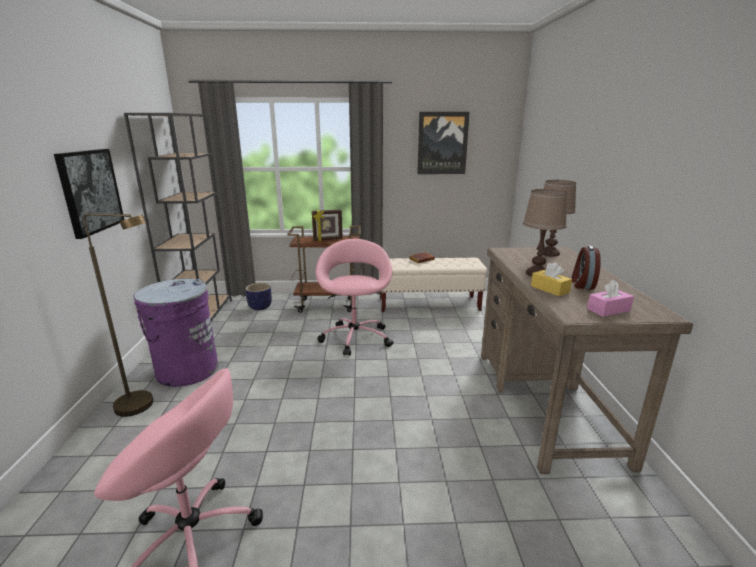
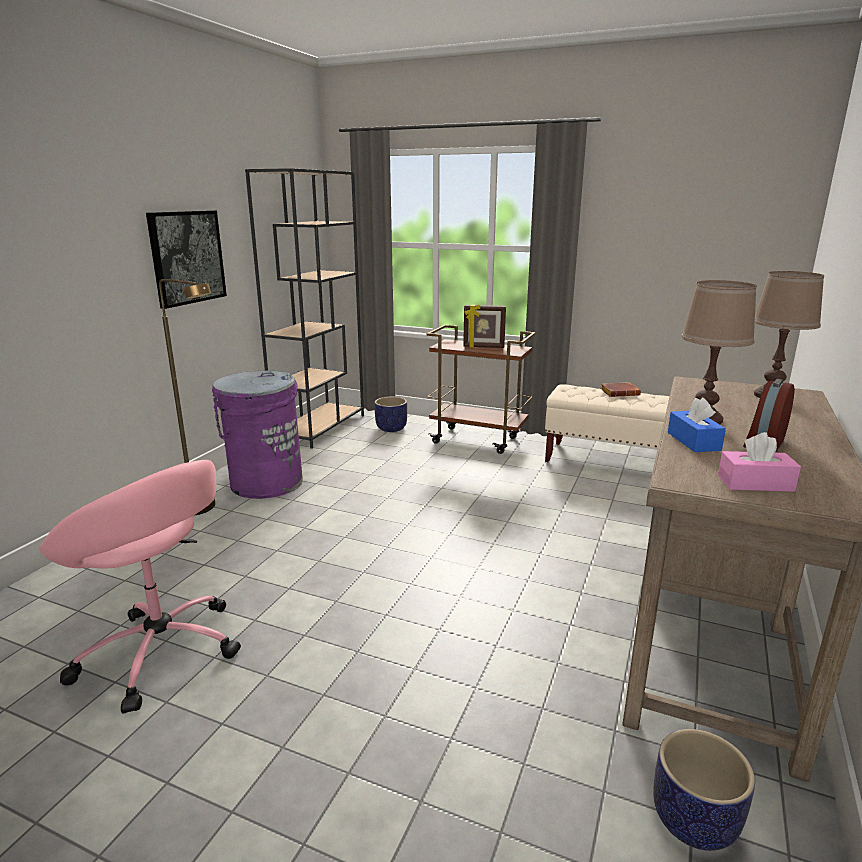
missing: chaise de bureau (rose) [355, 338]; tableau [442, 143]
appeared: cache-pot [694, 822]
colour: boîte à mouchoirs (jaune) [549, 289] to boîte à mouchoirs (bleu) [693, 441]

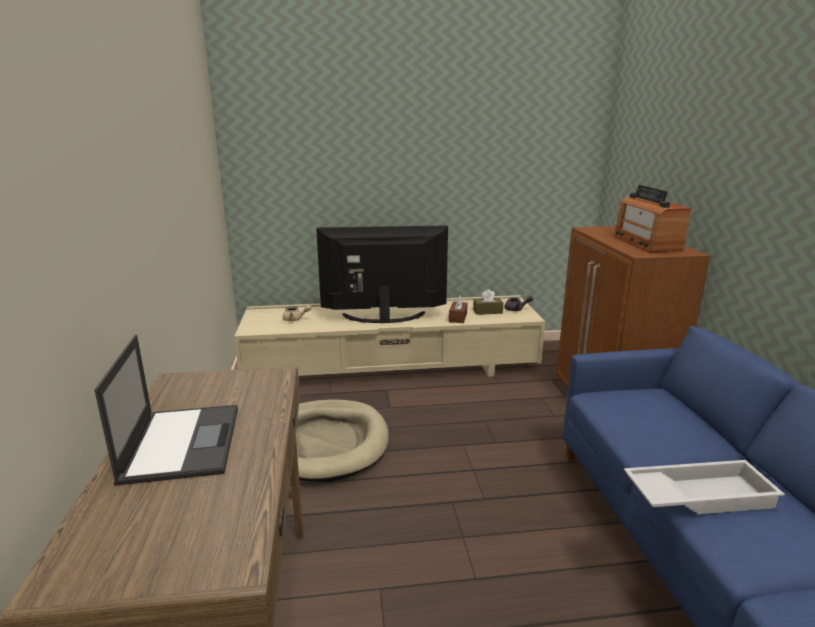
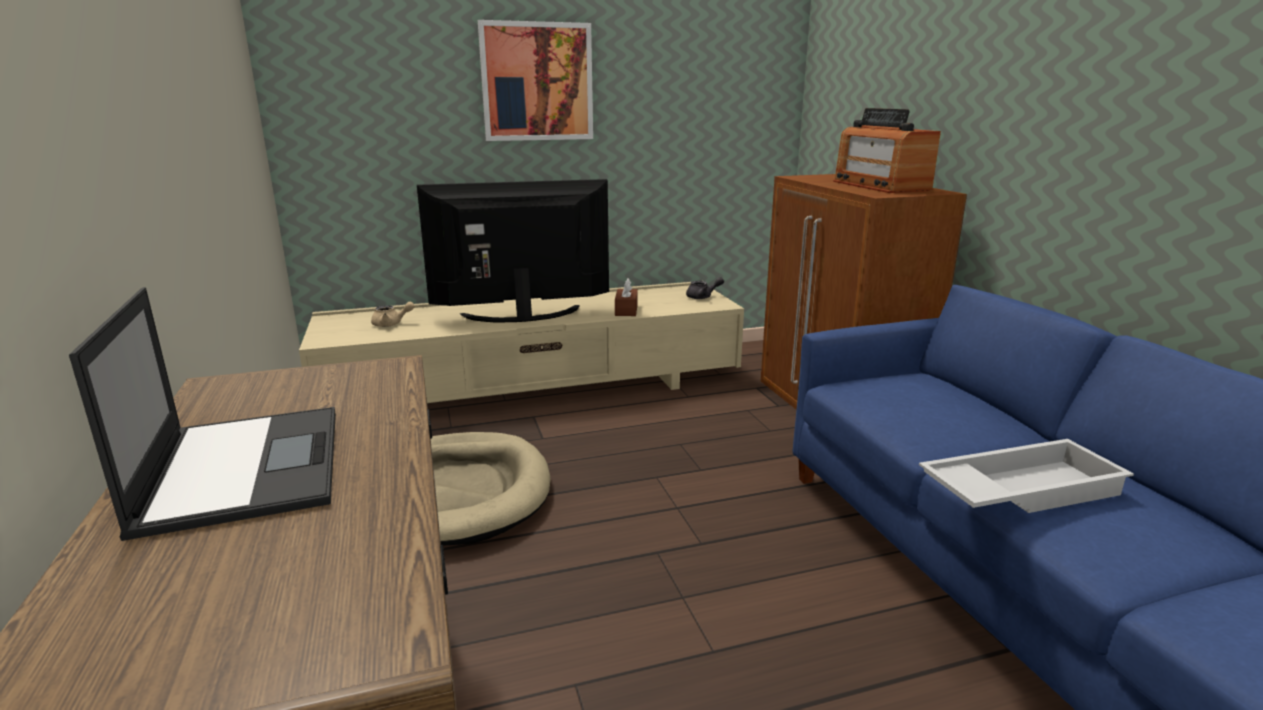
missing: boîte à mouchoirs (marron) [487, 311]
appeared: tableau [537, 82]

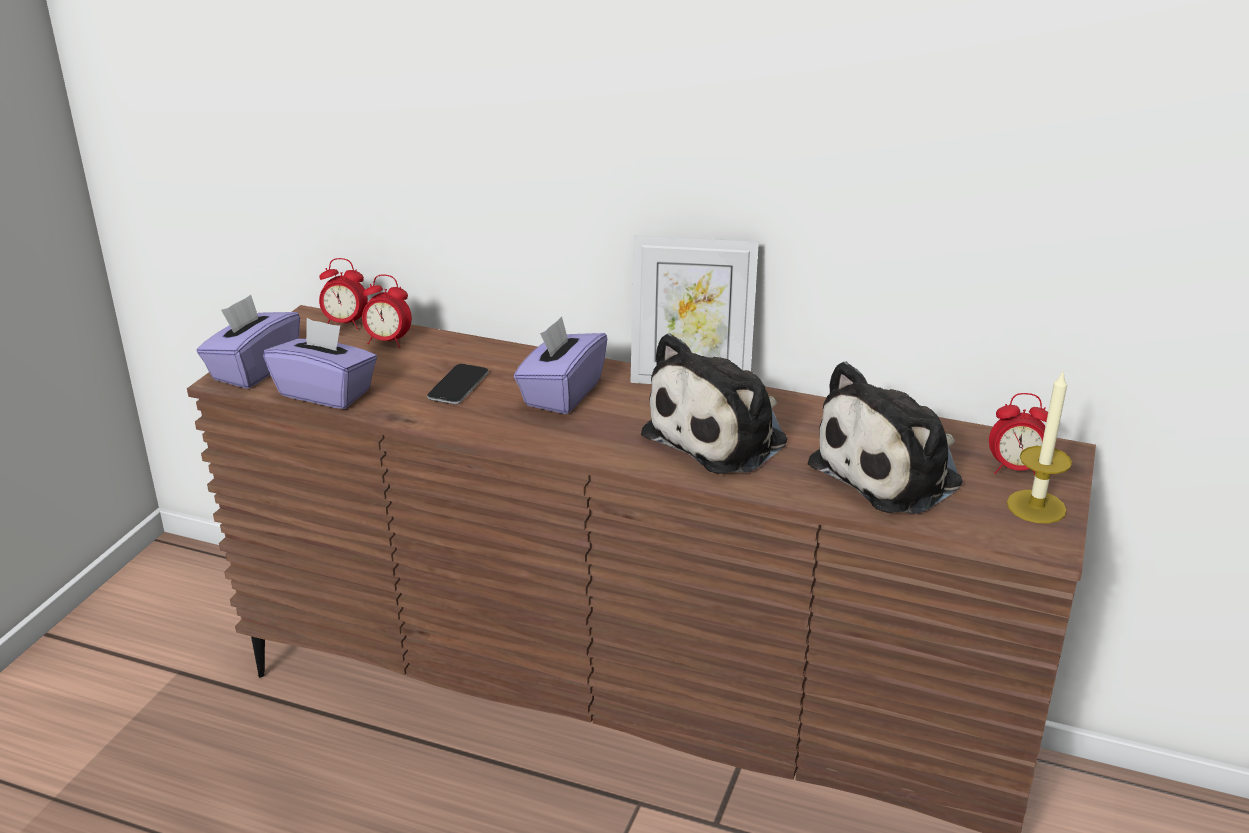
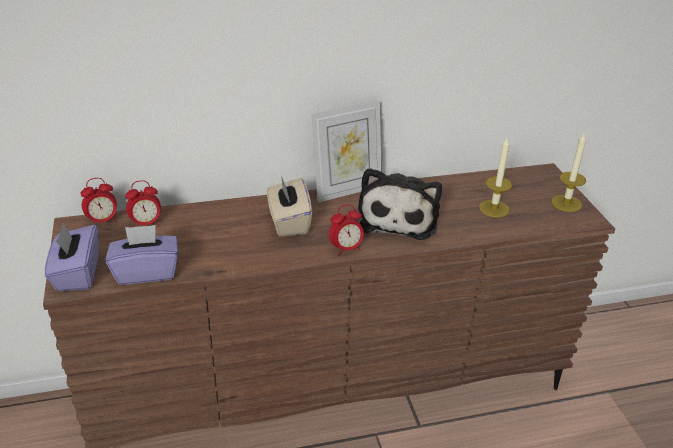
missing: téléphone [458, 386]
relocated: réveil [1014, 470] to [346, 249]
exchanged: peluche [893, 473] to bougie [494, 208]
colour: boîte à mouchoirs (violet) [561, 393] to boîte à mouchoirs (beige) [289, 222]

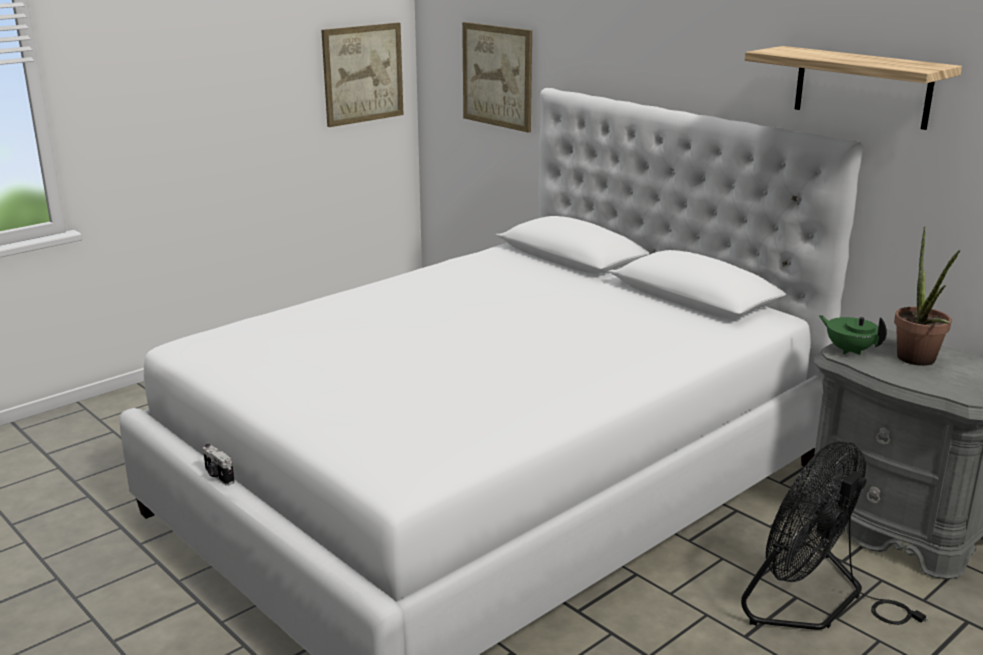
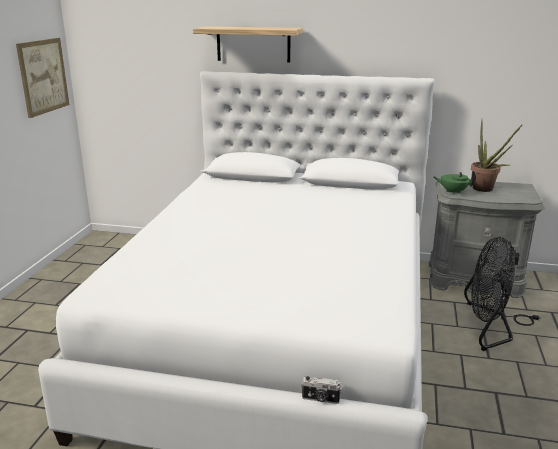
missing: tableau [497, 76]
relocated: appareil photo [218, 476] to [320, 399]; étagère [862, 87] to [253, 44]

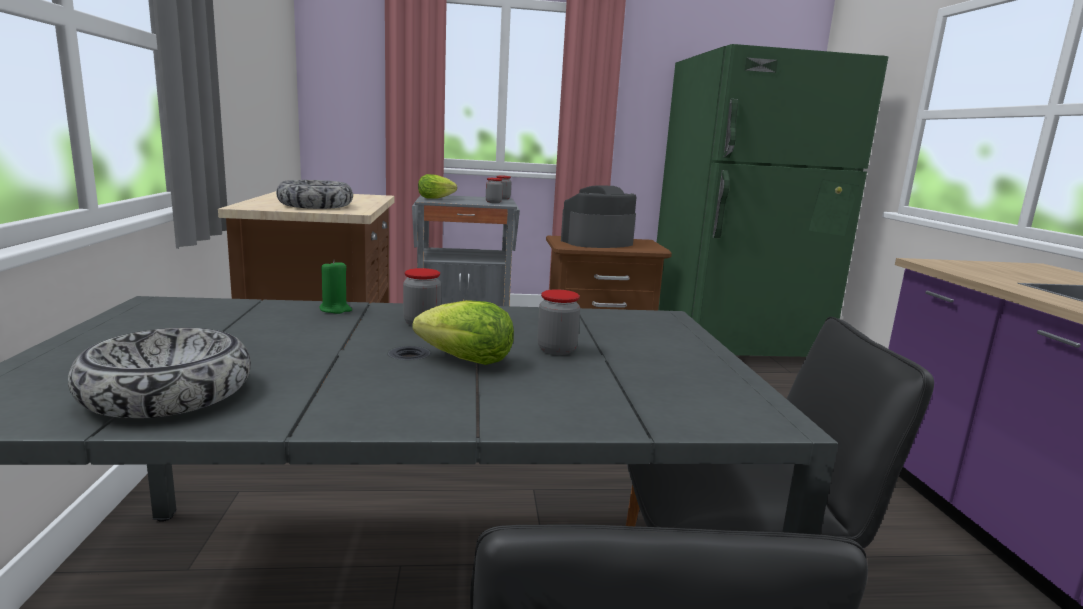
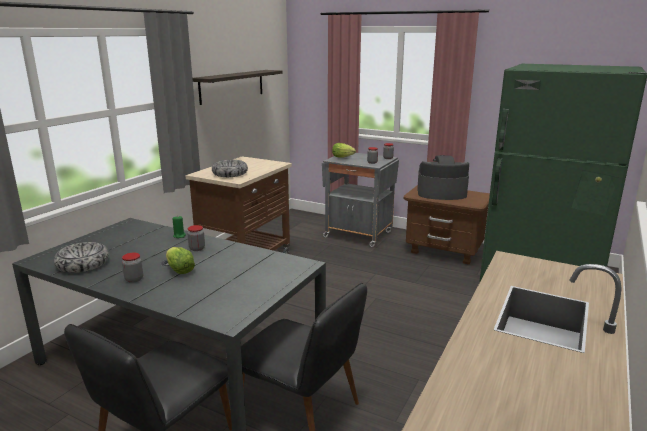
appeared: étagère [232, 86]
relocated: bocal [556, 350] to [134, 279]

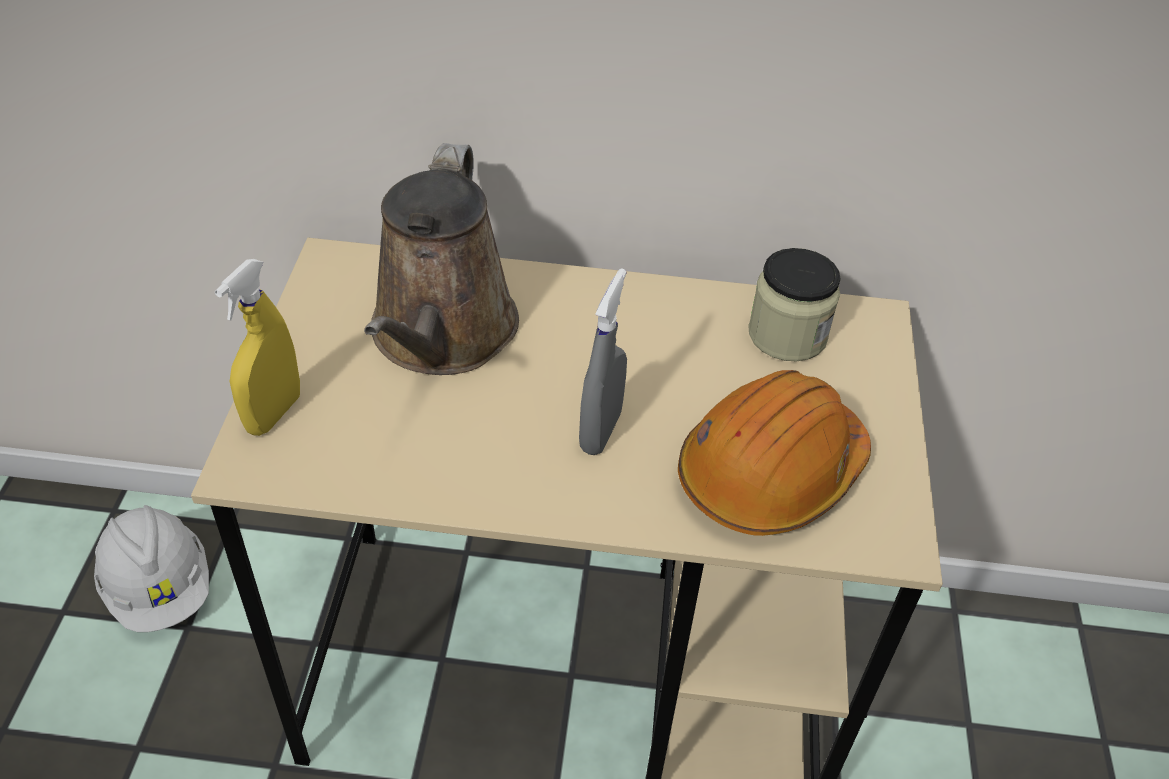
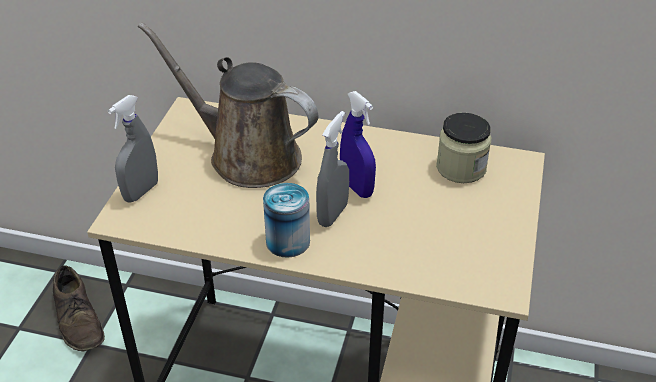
missing: casque de chantier (orange) [770, 473]
appeared: boîte métallique [288, 241]; vaporisateur (bleu) [356, 187]
exchanged: casque de chantier (blanc) [159, 587] to chaussure (marron) [78, 319]
colour: vaporisateur (jaune) [273, 414] to vaporisateur (gris) [141, 191]
spun: arrosoir (marron) [441, 336] = [247, 155] 105 degrees clockwise

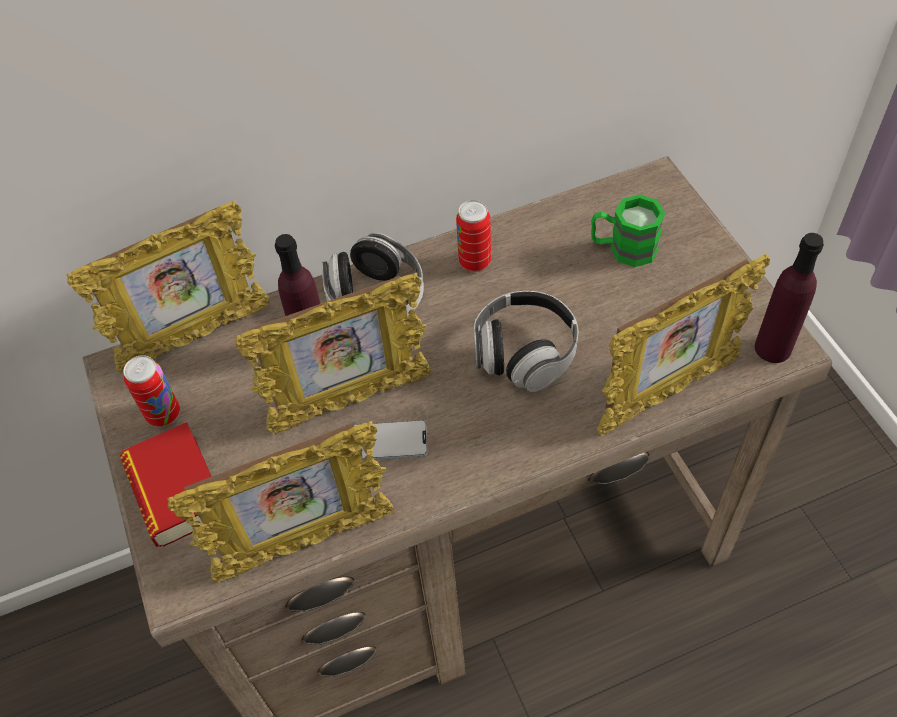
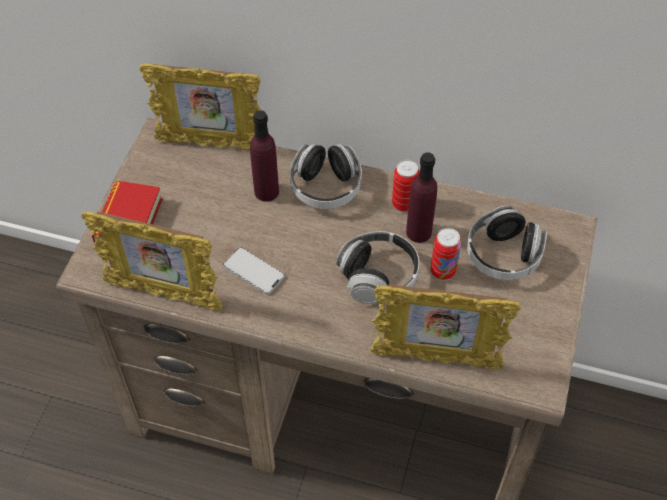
missing: cadre photo [350, 402]
relocated: boîte métallique [163, 414] to [442, 271]; bouteille (violet) [772, 348] to [418, 232]
exchanged: mug (vert) [623, 248] to casque audio [503, 256]

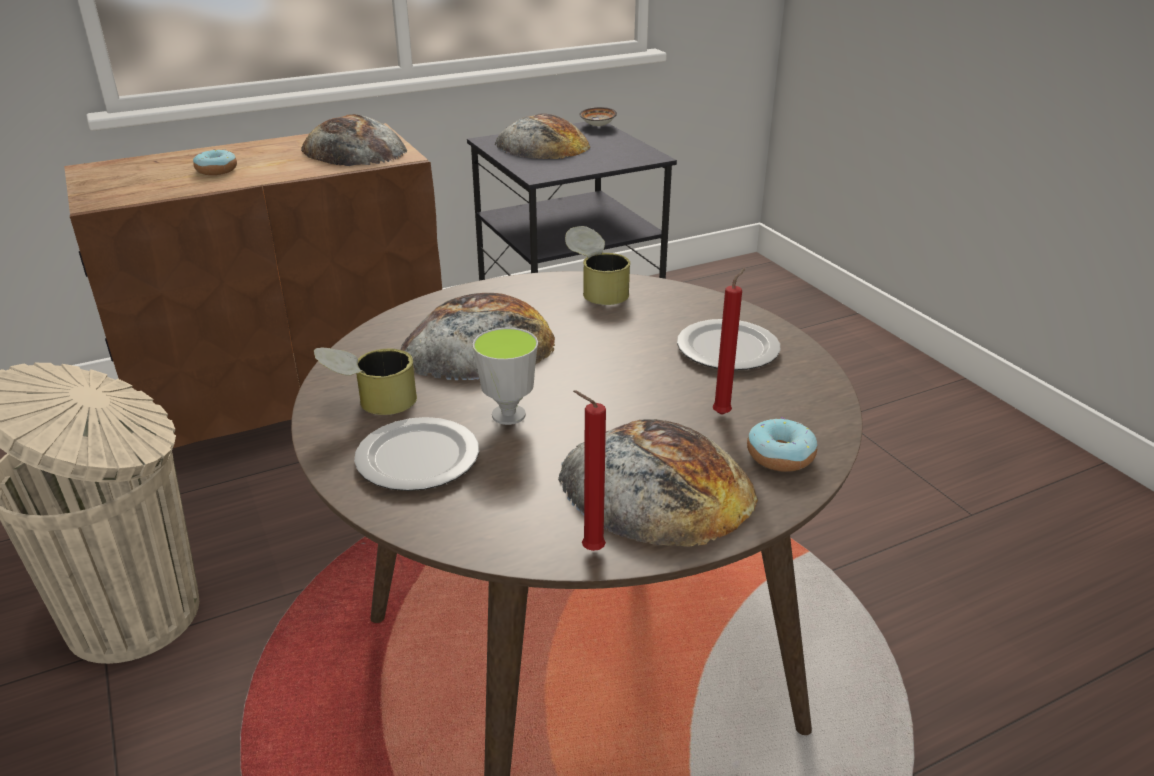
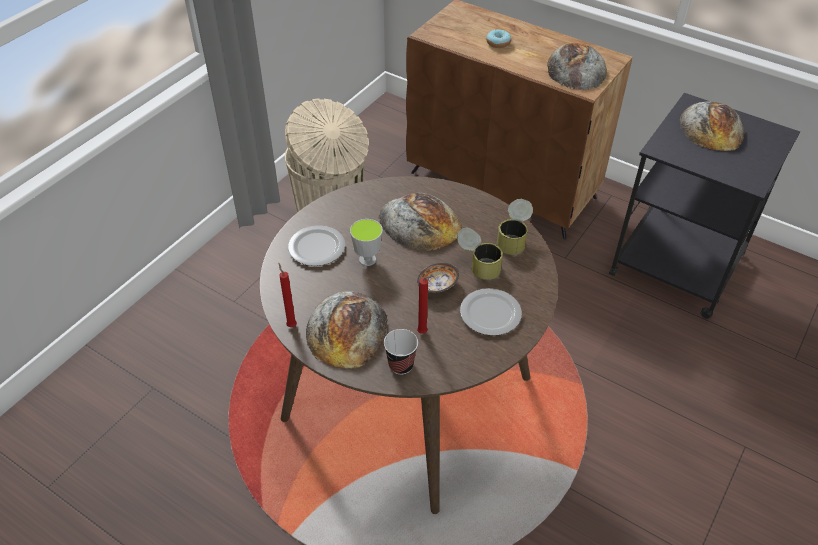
relocated: boîte métallique [370, 403] to [478, 265]; bol [598, 126] to [437, 286]
exchanged: beignet [780, 456] to tasse [401, 365]

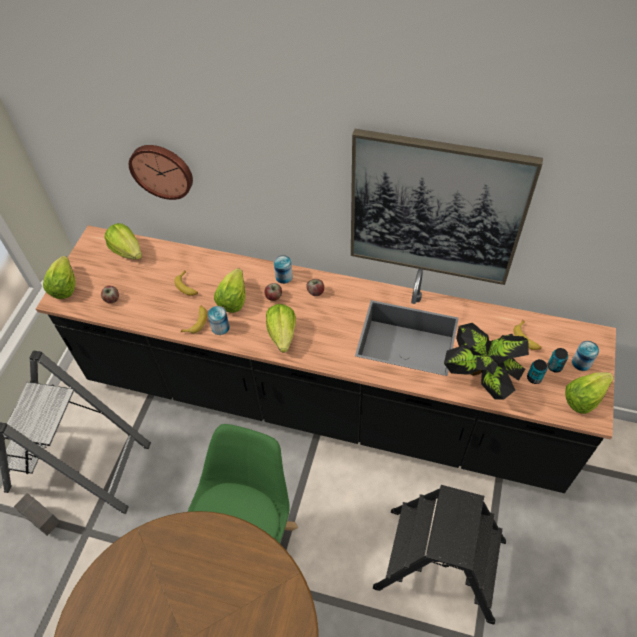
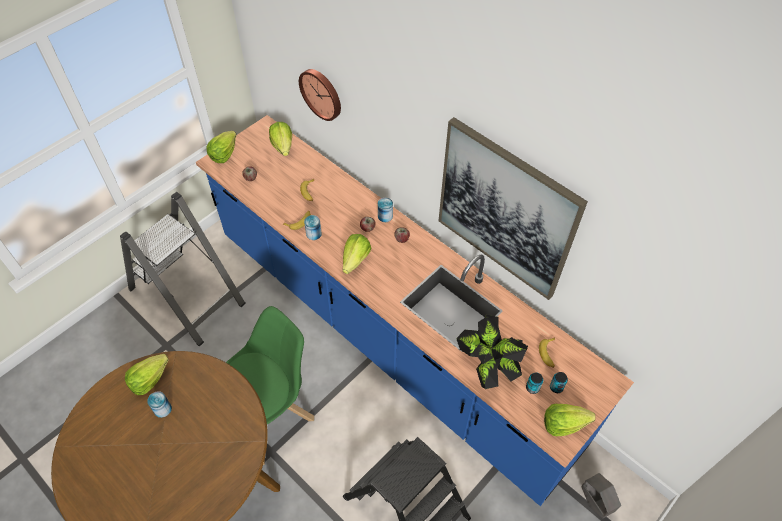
relocated: cache-pot (gris) [45, 522] to [595, 502]; laitue [233, 299] to [149, 380]; boîte métallique [581, 362] to [162, 409]
colour: comptoir de cuisine (noir) [322, 403] to comptoir de cuisine (bleu) [390, 336]

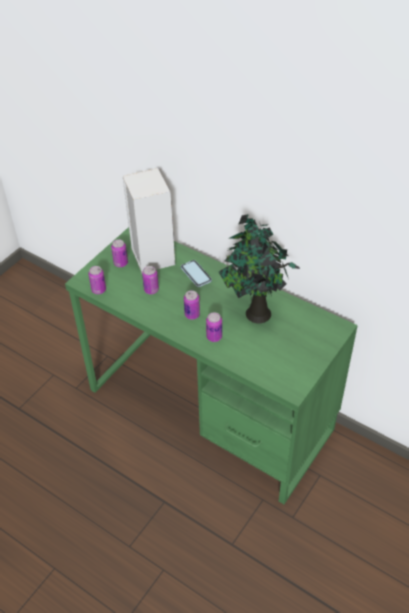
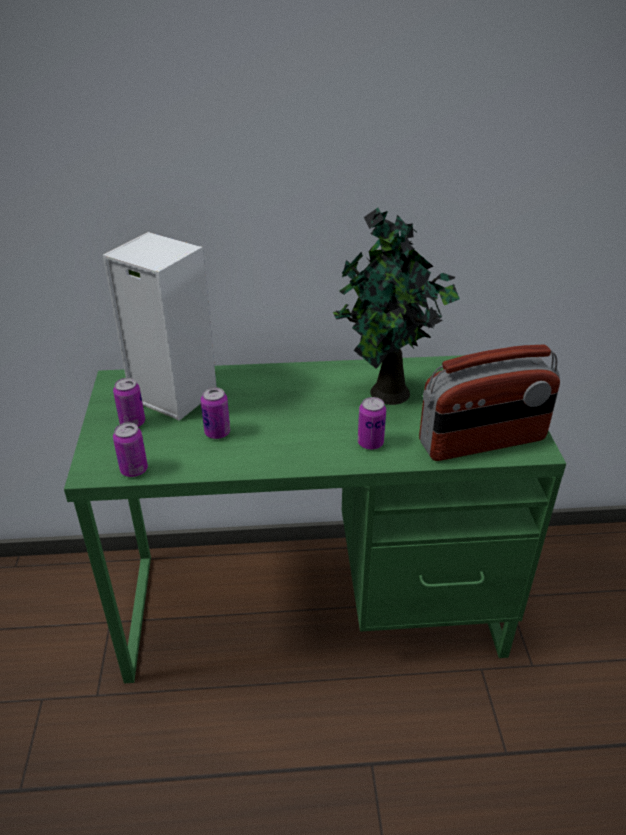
missing: téléphone [196, 274]; boîte métallique [192, 315]
appeared: radio [482, 442]

